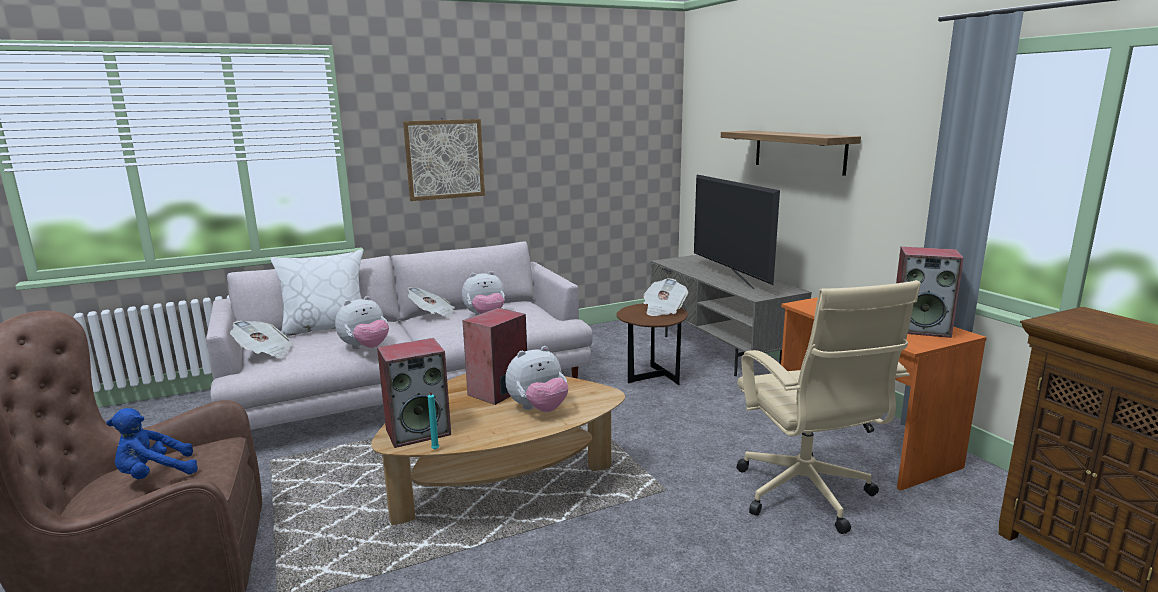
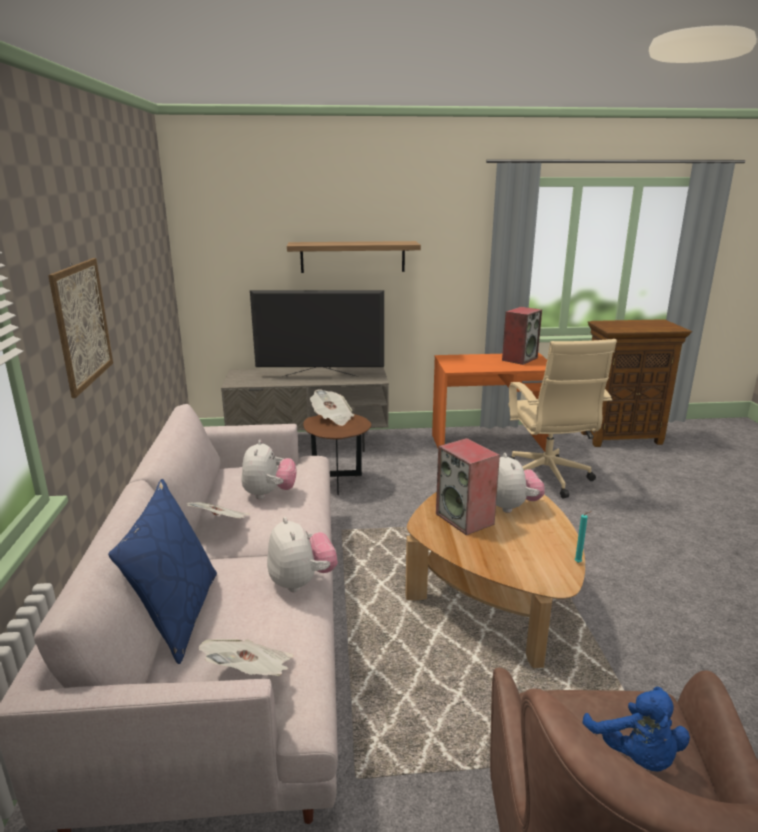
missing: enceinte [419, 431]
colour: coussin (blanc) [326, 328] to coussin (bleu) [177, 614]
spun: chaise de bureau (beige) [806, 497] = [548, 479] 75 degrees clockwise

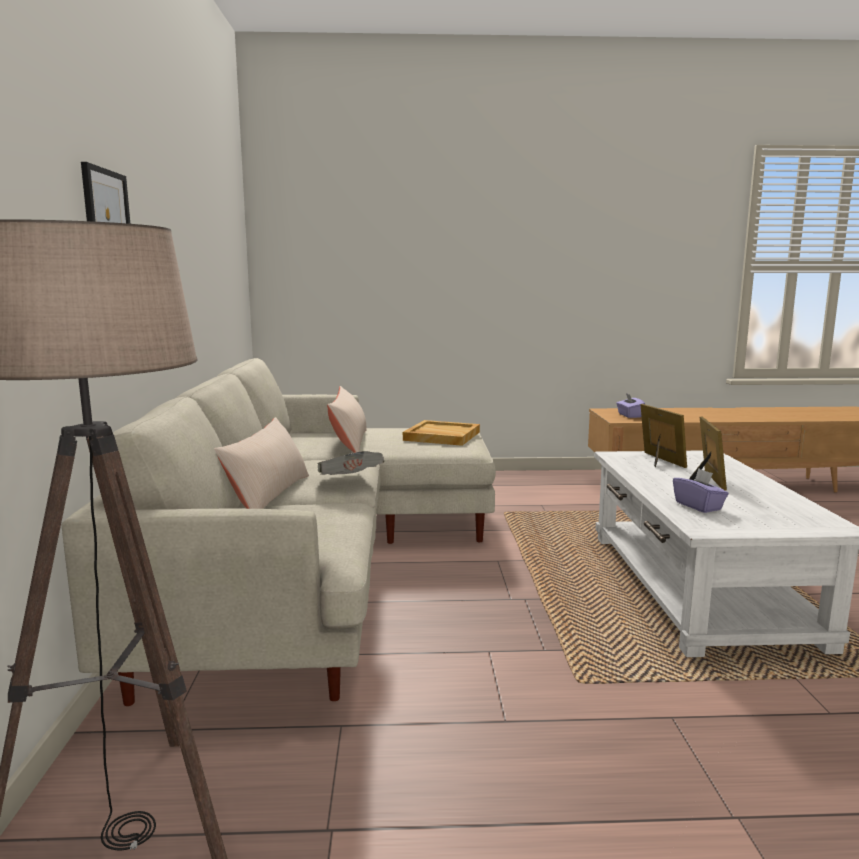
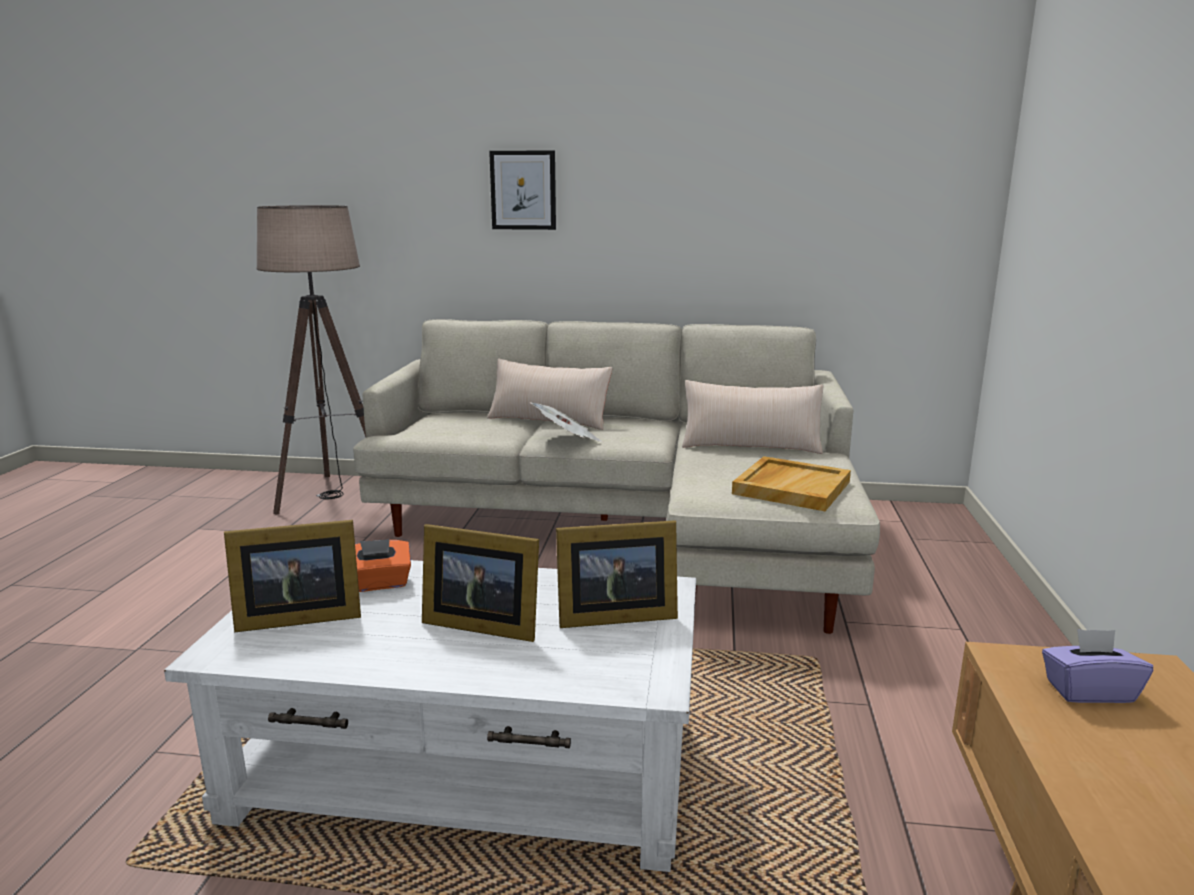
appeared: cadre photo [295, 617]
colour: boîte à mouchoirs (violet) [698, 506] to boîte à mouchoirs (orange) [378, 584]

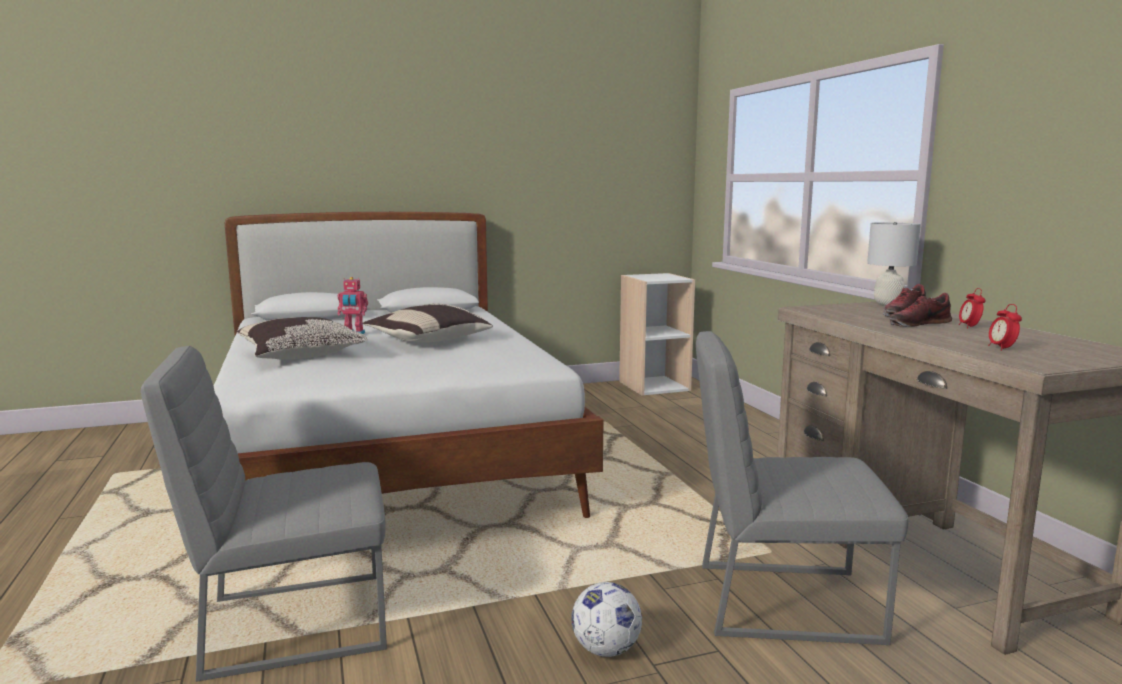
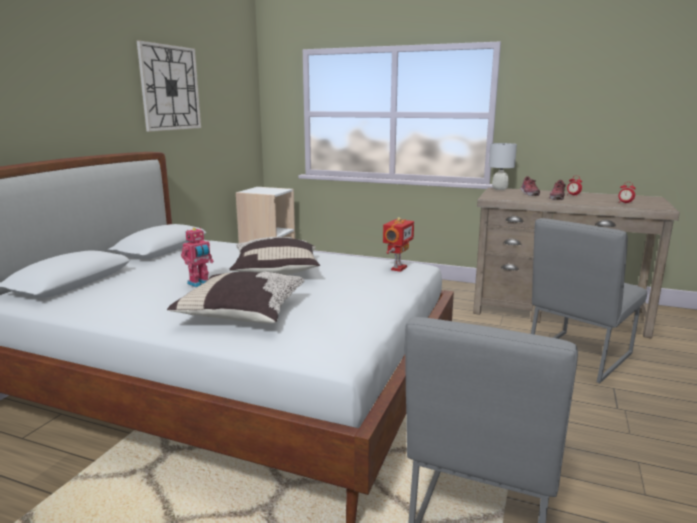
missing: ballon de foot [606, 650]
appeared: horloge murale [170, 88]; robot jouet [397, 268]

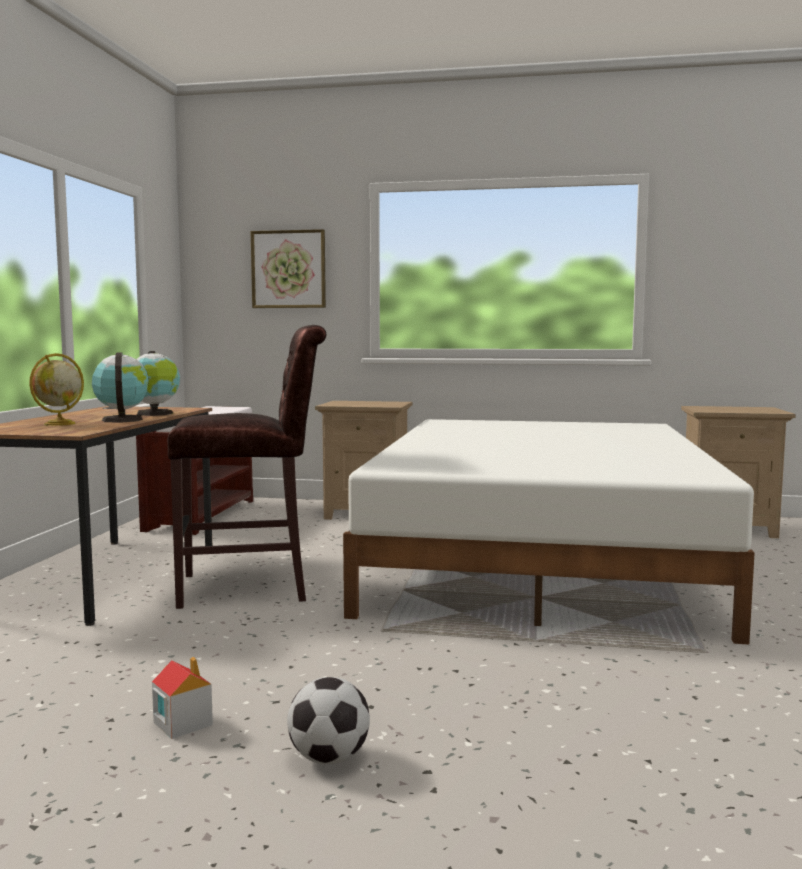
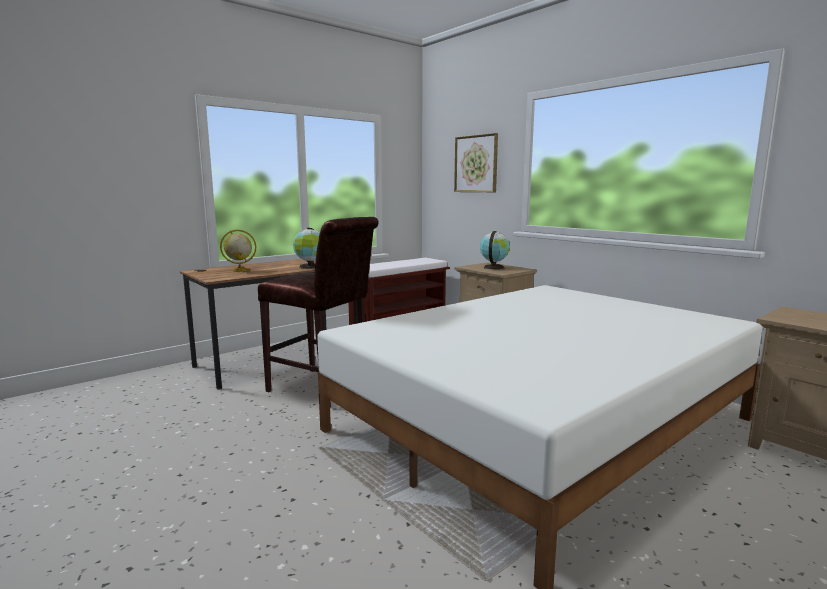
missing: maison miniature [182, 723]; ballon de foot [328, 758]
relocated: globe [122, 420] to [493, 267]

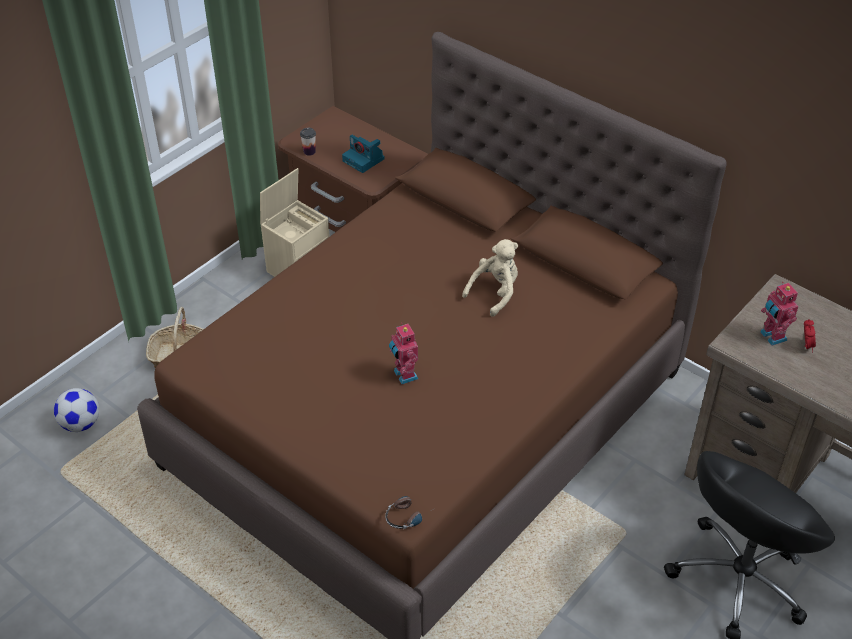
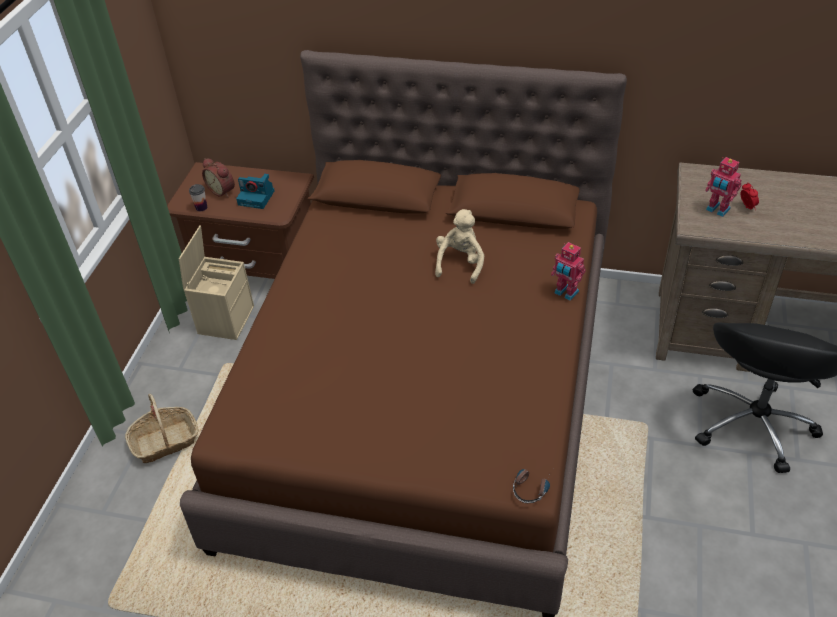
missing: ballon de foot [81, 424]
appeared: réveil [223, 190]
relocated: robot jouet [404, 375] to [565, 293]

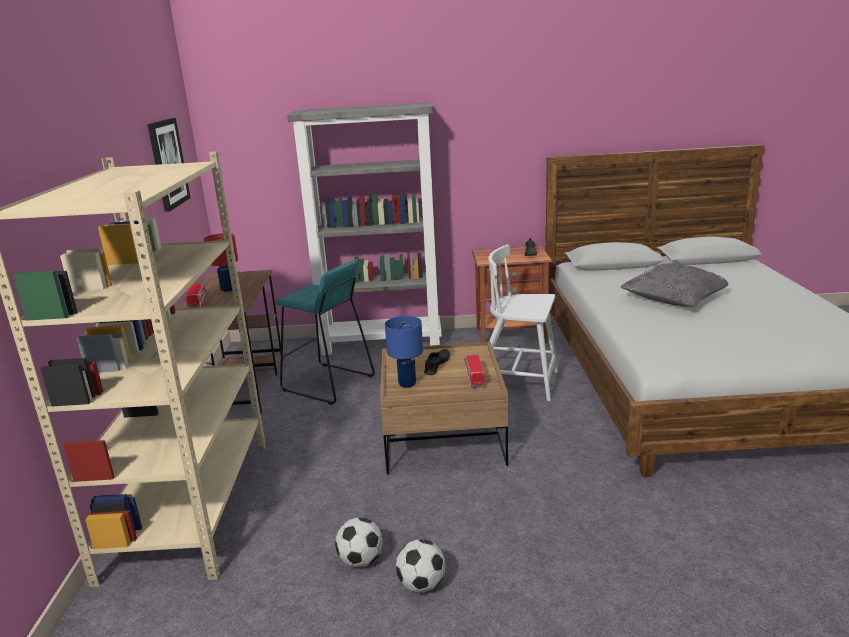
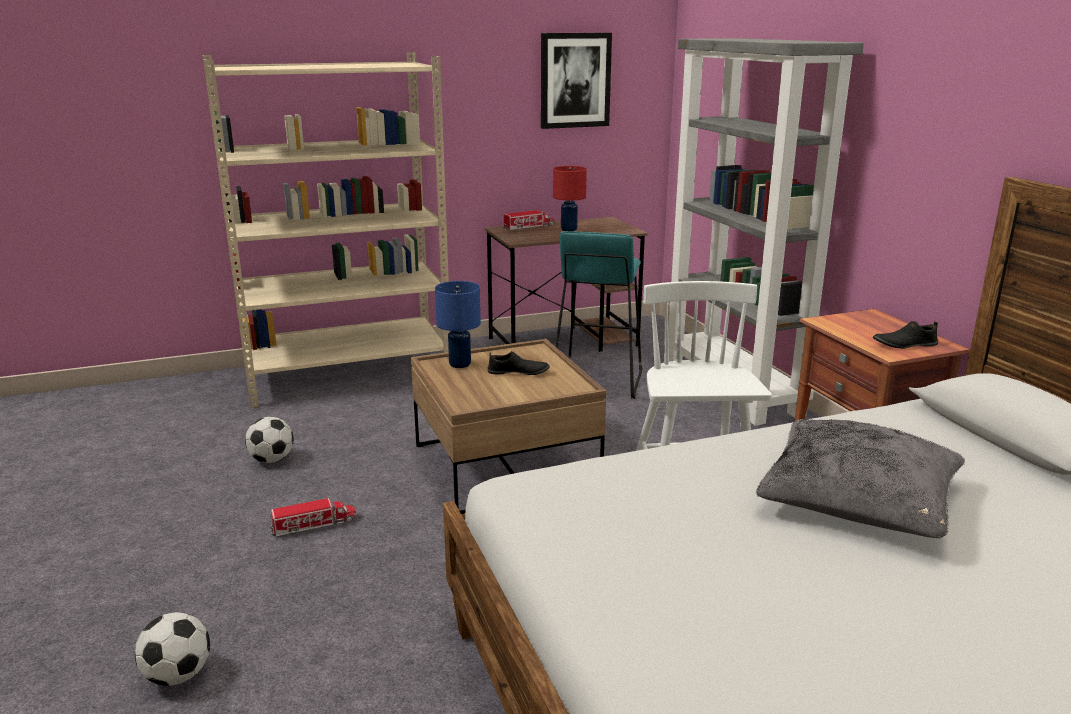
relocated: ballon de foot [422, 584] to [178, 675]; camion jouet [474, 375] to [314, 525]

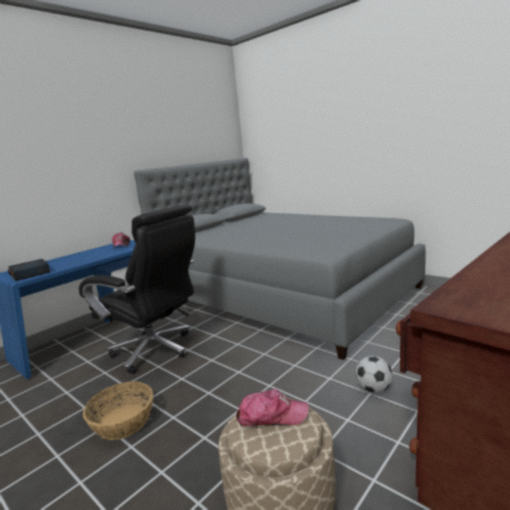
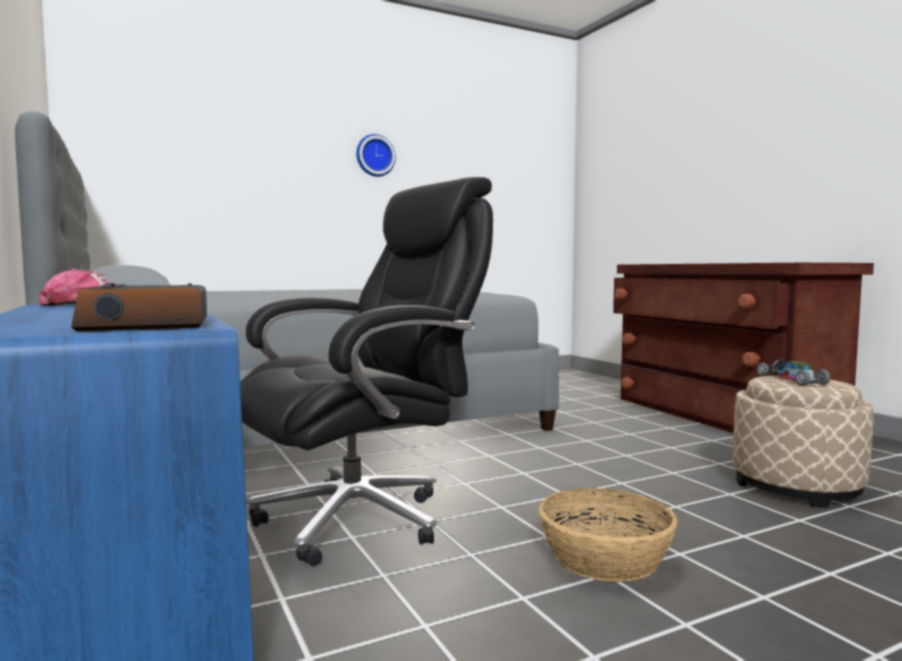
missing: ballon de foot [373, 389]
appeared: horloge murale [374, 156]
exchanged: casquette [271, 415] to petite voiture [790, 380]

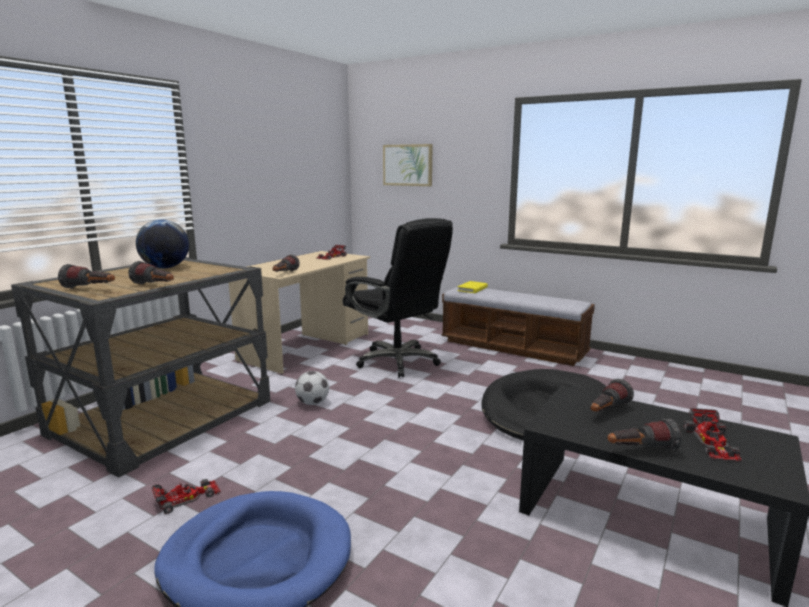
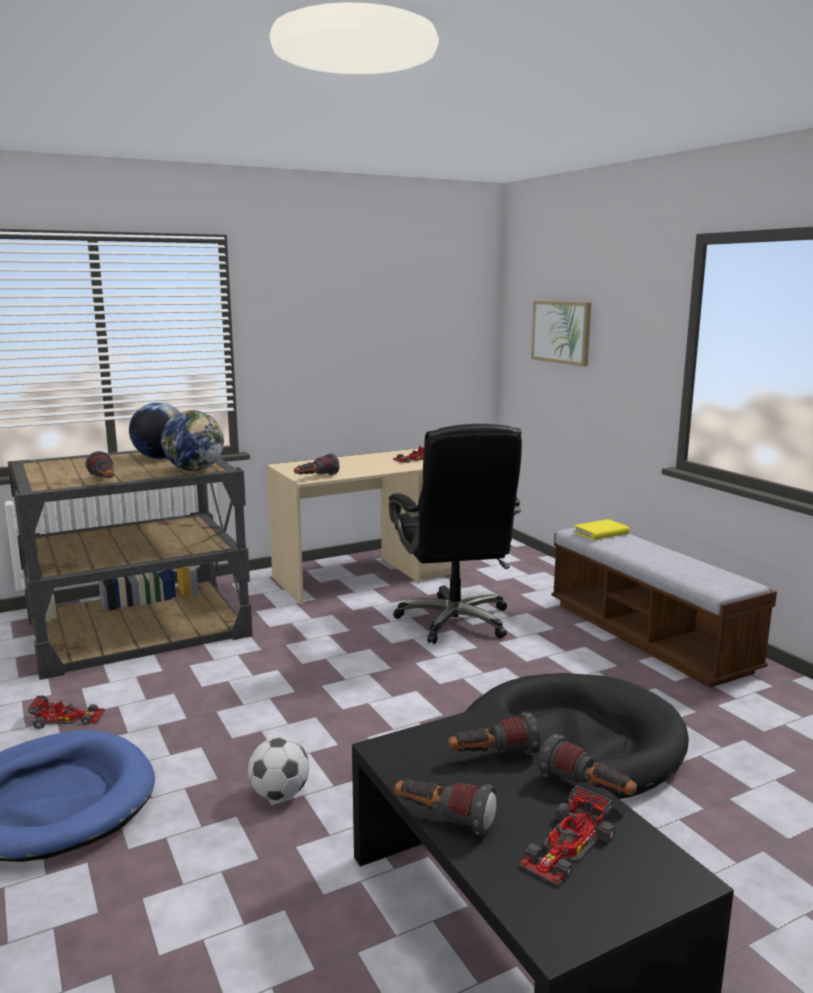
appeared: globe [195, 469]
relocated: lampe de poche [90, 289] to [587, 790]; ballon de foot [312, 403] to [280, 794]

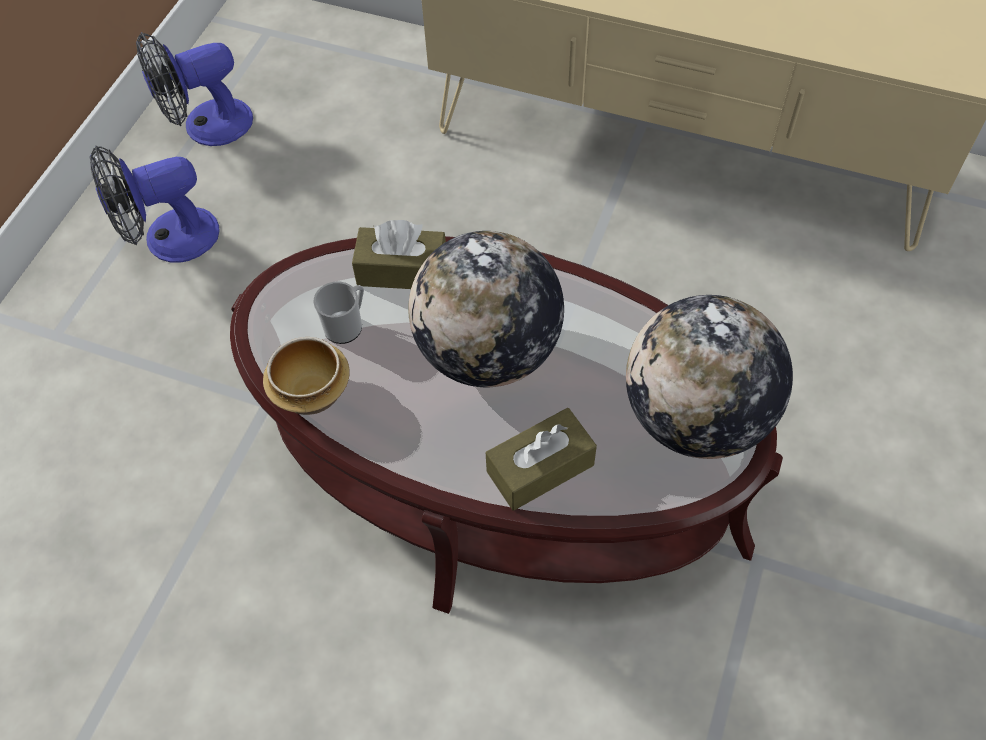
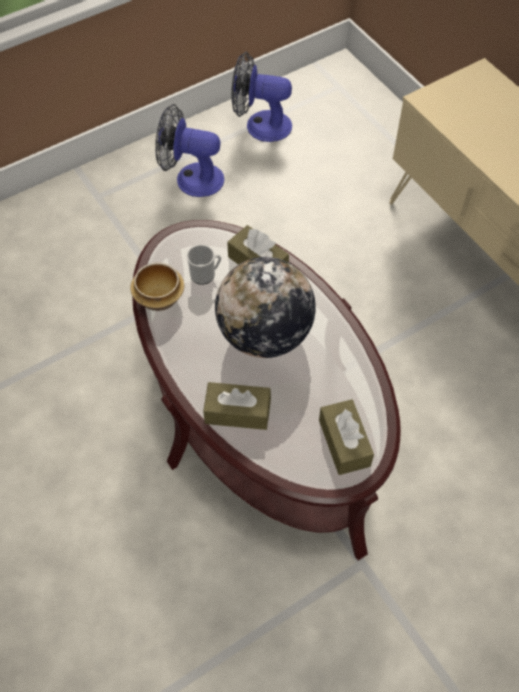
exchanged: globe [696, 417] to boîte à mouchoirs (marron) [344, 443]

